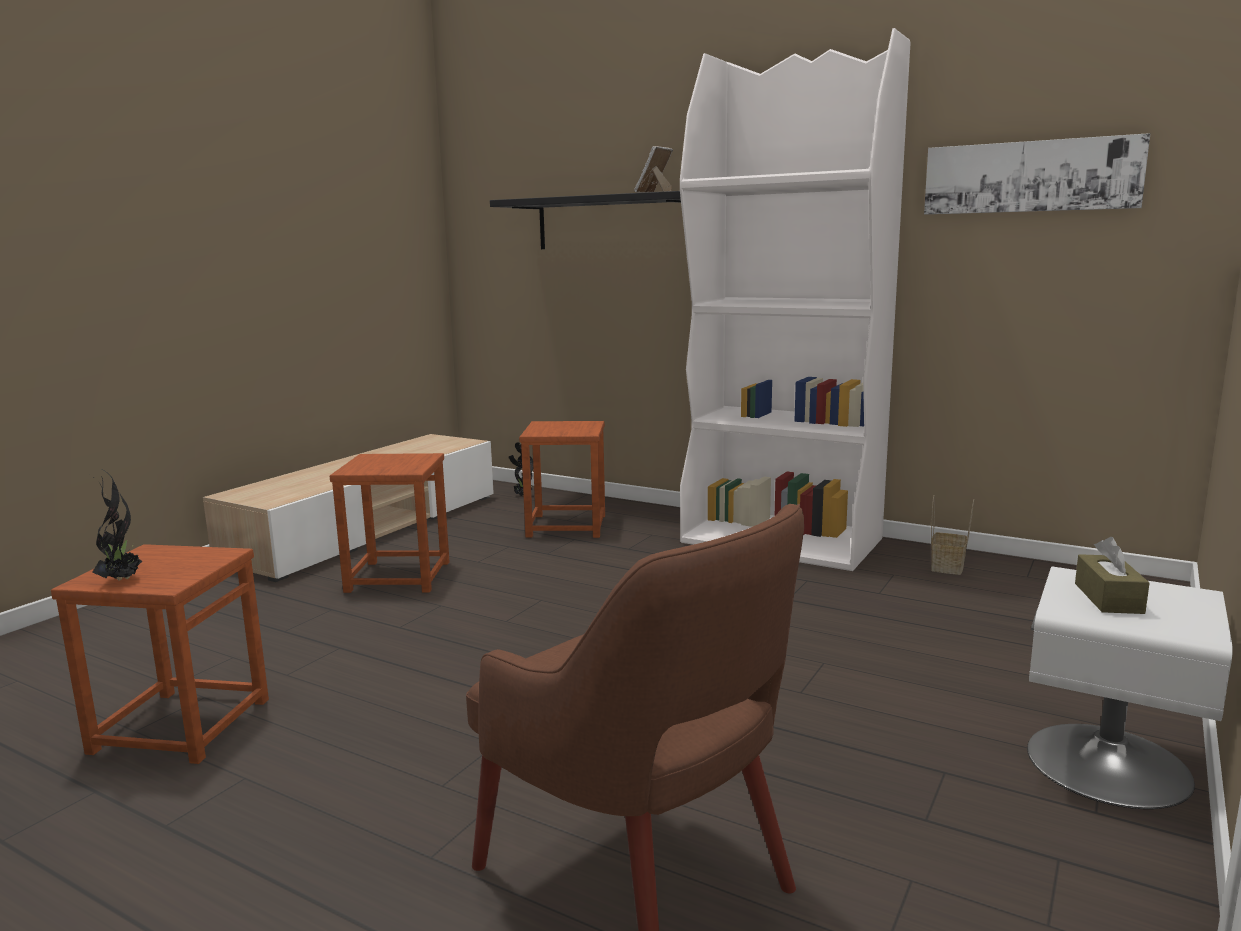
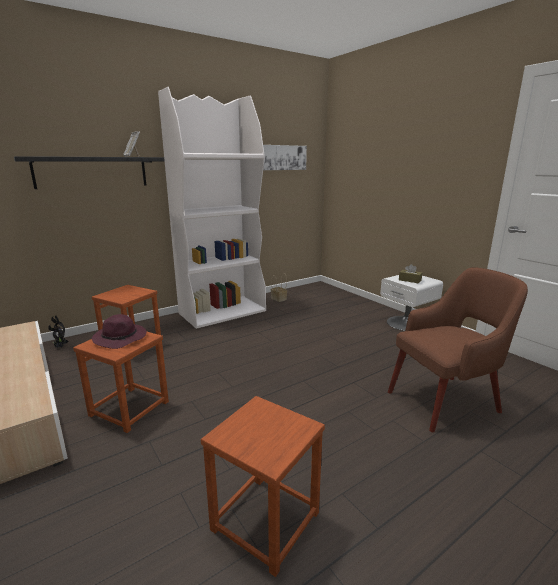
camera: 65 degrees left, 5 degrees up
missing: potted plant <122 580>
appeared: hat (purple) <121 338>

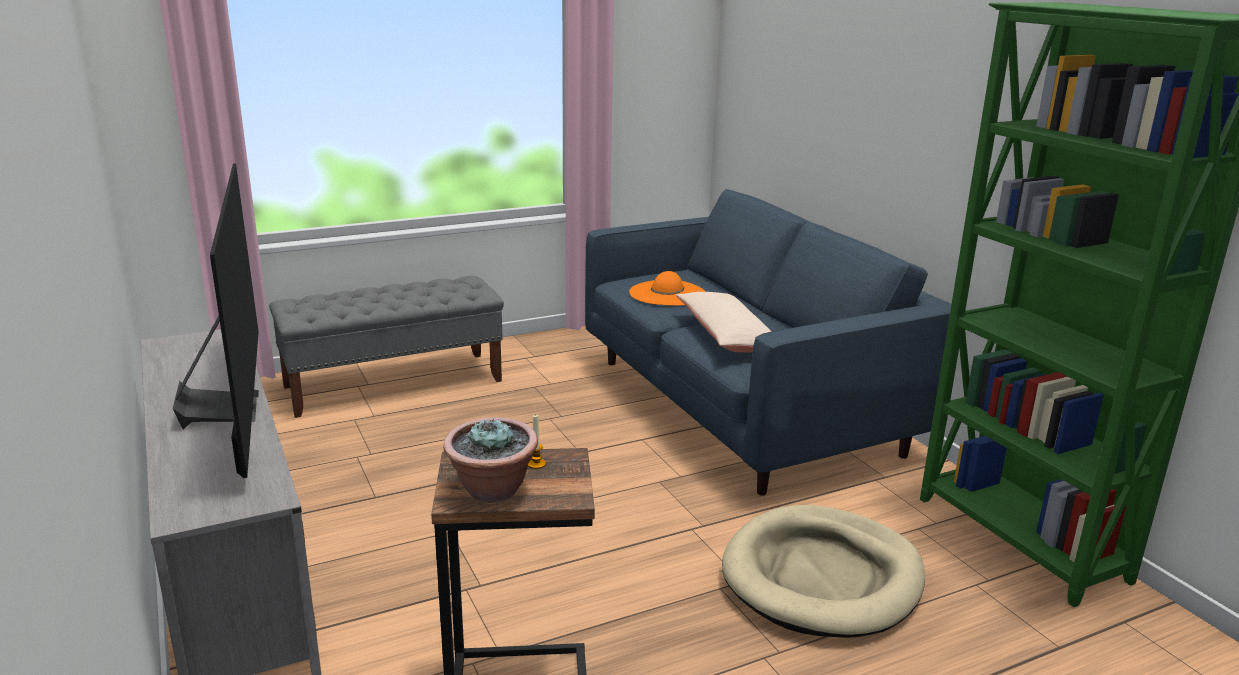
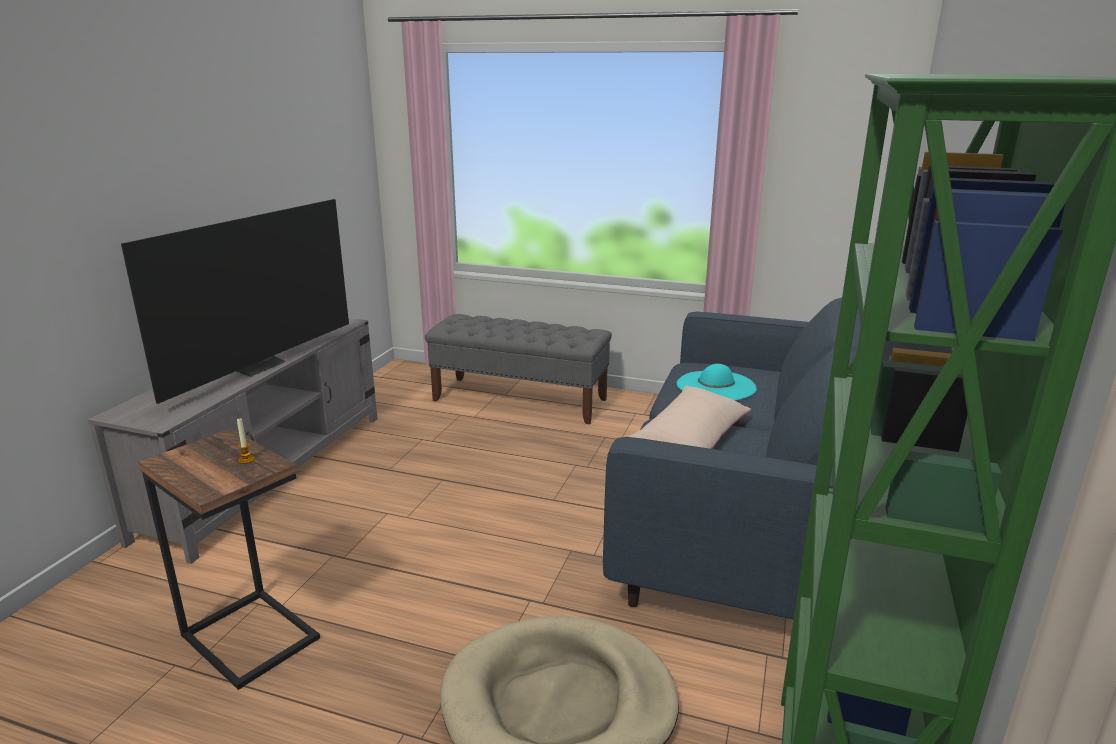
camera: 45 degrees right, 0 degrees up
missing: potted plant <492 490>
colour: hat (orange) <667 293> to hat (turquoise) <716 386>

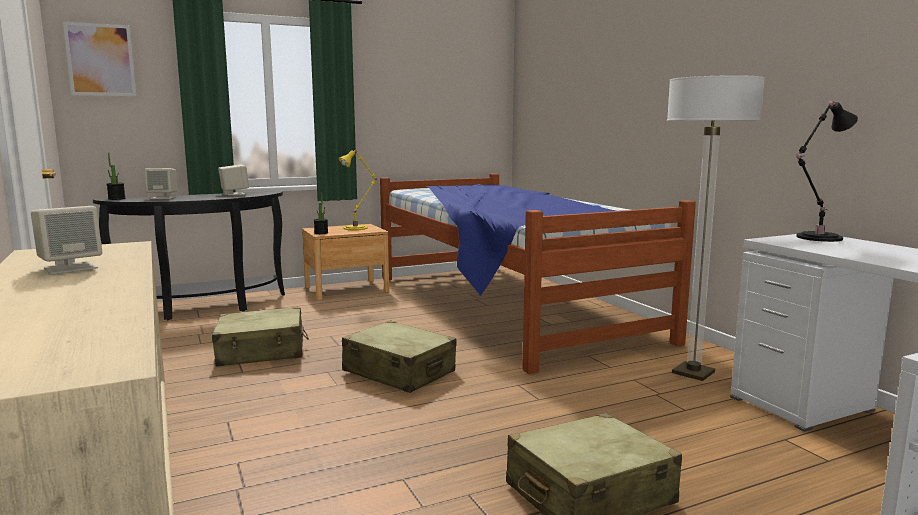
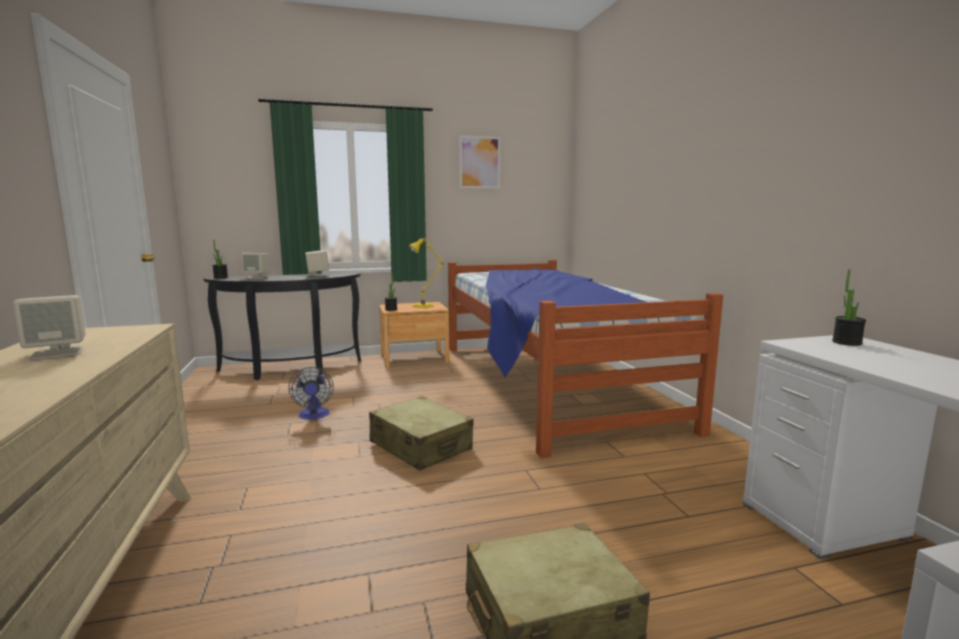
camera: 10 degrees right, 0 degrees up
missing: floor lamp <693 373>
relocated: picture <100 60> to <479 162>
exchanged: table lamp (black) <816 238> to potted plant <847 342>; suitcase (beige) <262 351> to fan <314 416>

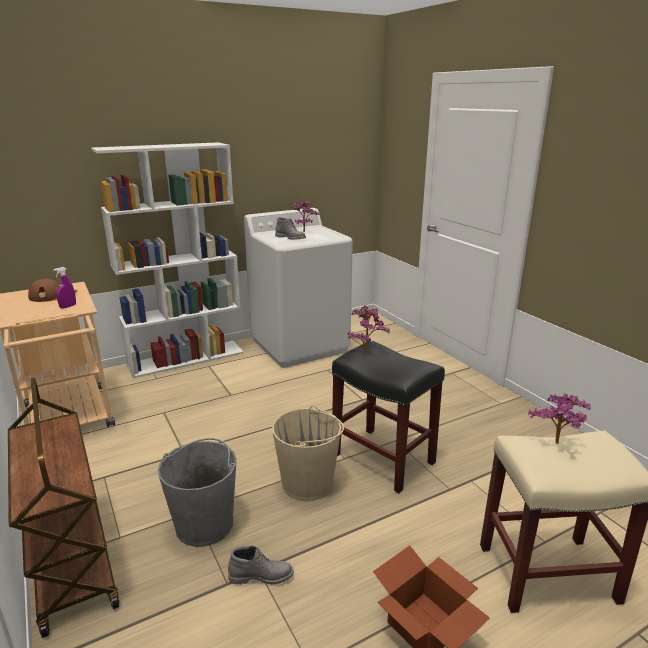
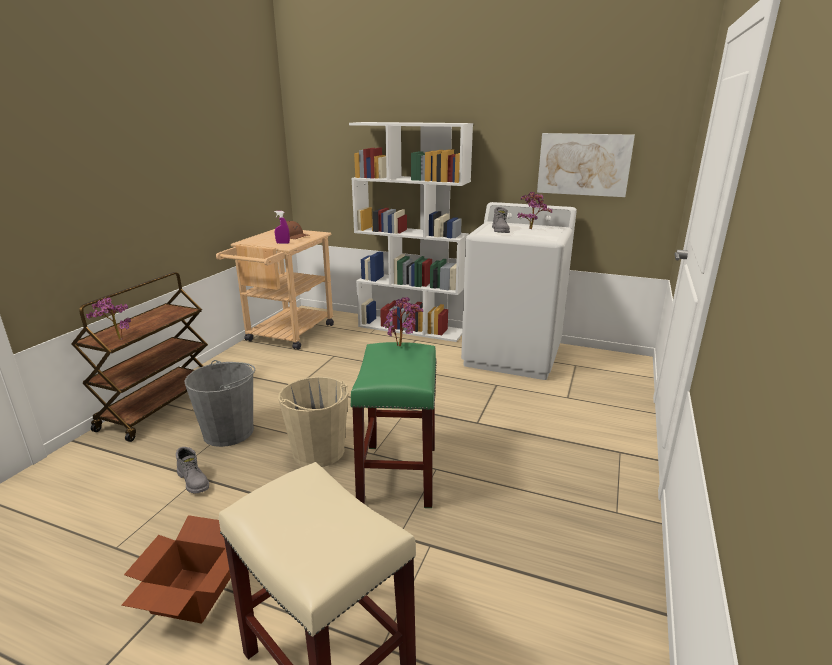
camera: 50 degrees right, 0 degrees up
appeared: picture <583 164>
relocated: potted plant <557 445> to <116 339>
colour: stool (black) <384 459> to stool (green) <399 475>

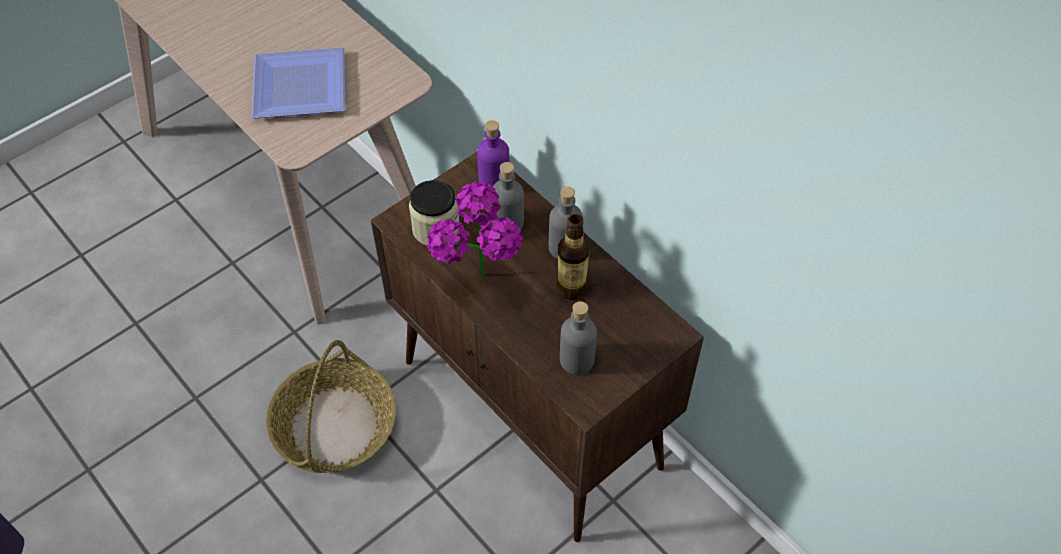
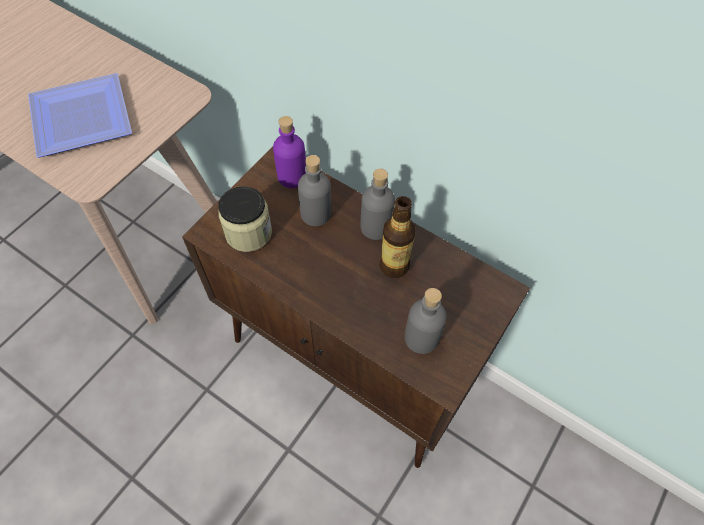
camera: 15 degrees left, 5 degrees up
missing: potted plant <481 289>; basket <335 426>

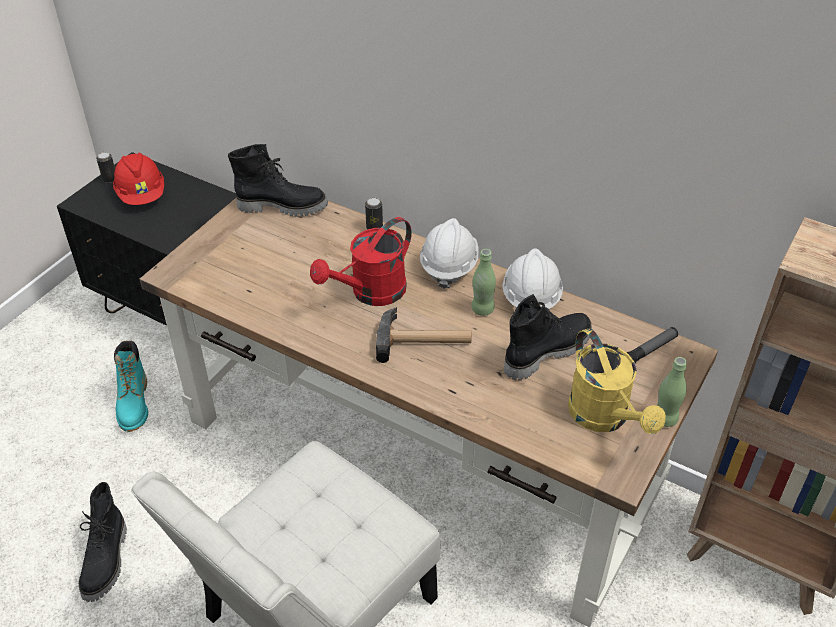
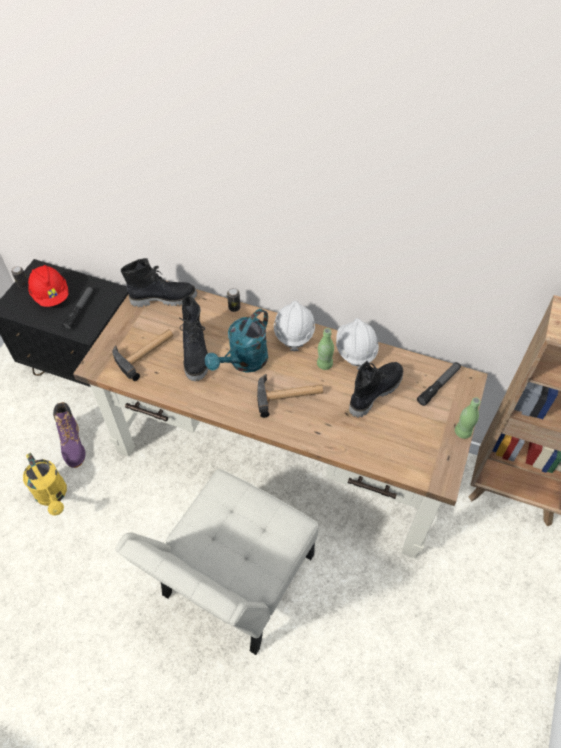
camera: 10 degrees left, 10 degrees up
appeared: flashlight <80 310>; hammer <146 352>
relocated: watering can (yellow) <605 418> to <53 495>; boot (black) <107 561> to <196 355>
colour: watering can (red) <371 293> to watering can (turquoise) <244 362>; boot (turquoise) <134 404> to boot (purple) <73 445>

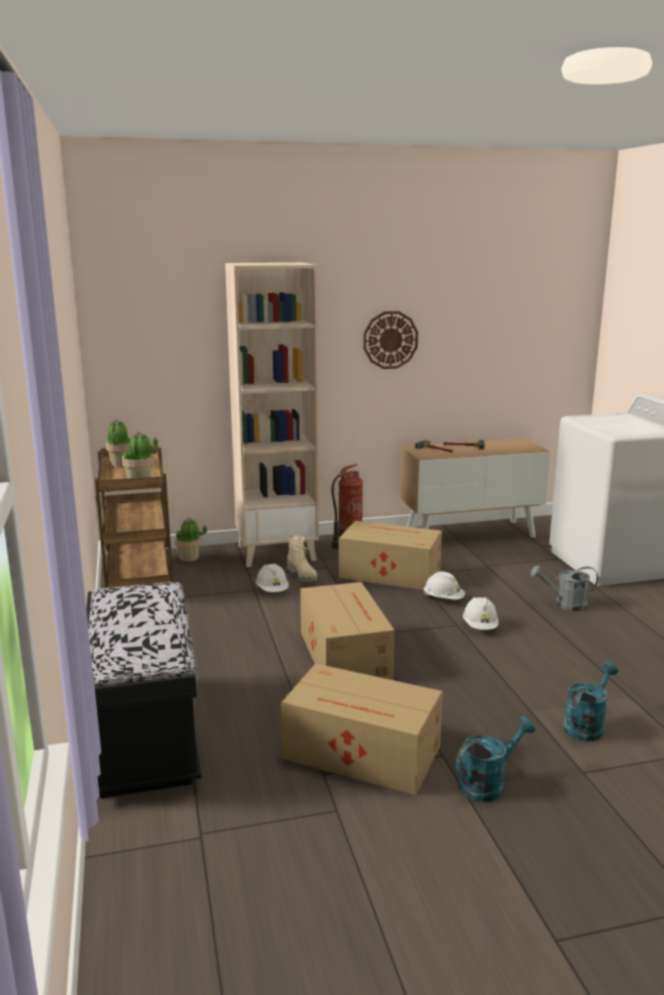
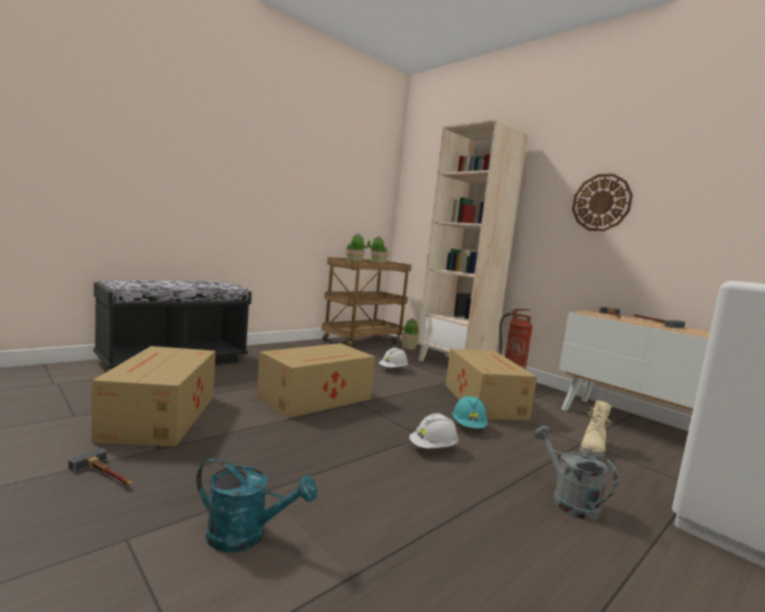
camera: 60 degrees right, 10 degrees down
relocated: boot (beige) <302 575> to <593 450>
exchanged: watering can (turquoise) <488 783> to hammer <107 475>
colour: hard hat (white) <443 599> to hard hat (turquoise) <468 426>

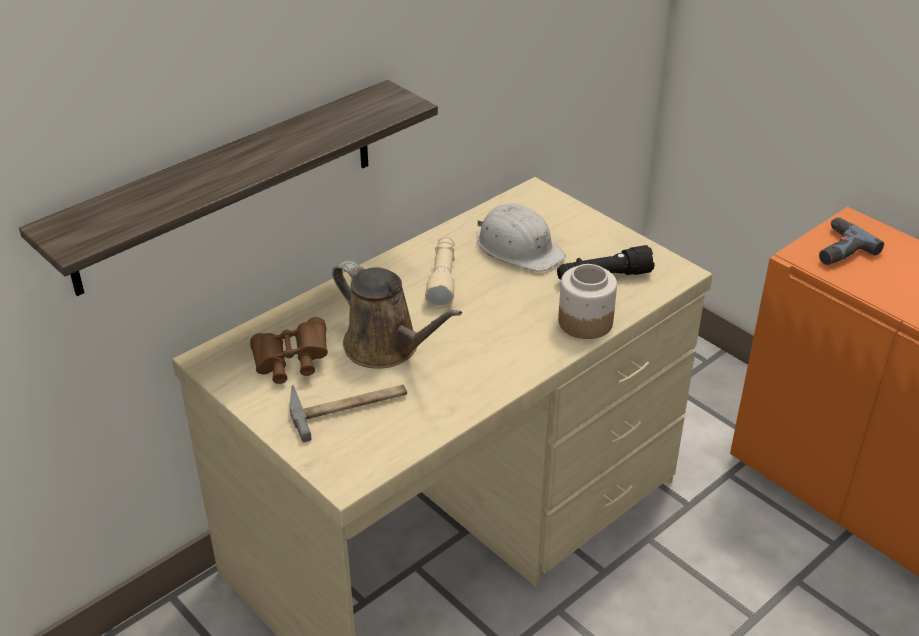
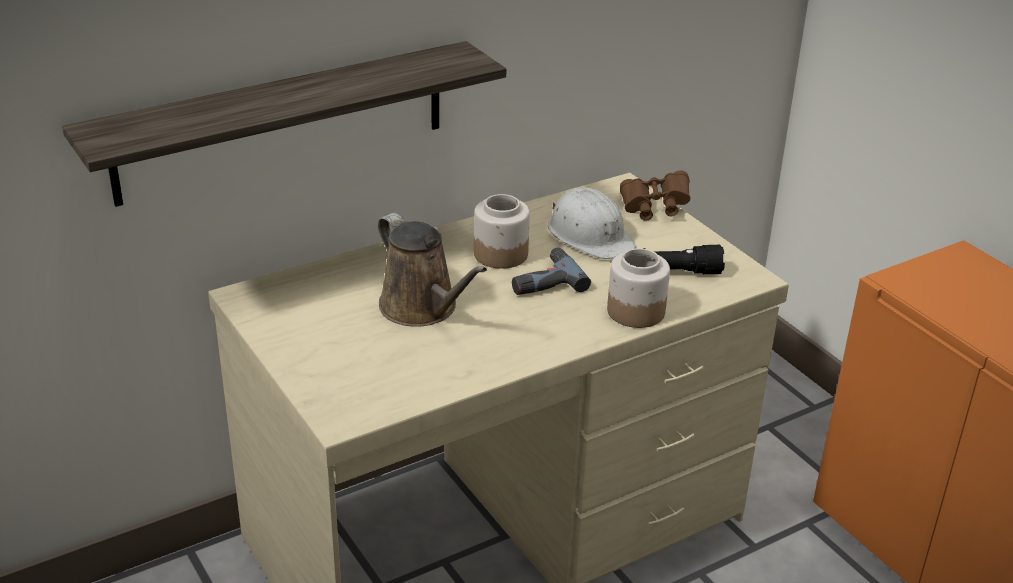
camera: 10 degrees right, 5 degrees down
missing: hammer <348 405>
relocated: power drill <837 248> to <543 280>; binoculars (brown) <291 363> to <654 208>
exchanged: flashlight (beige) <443 279> to jar <501 254>

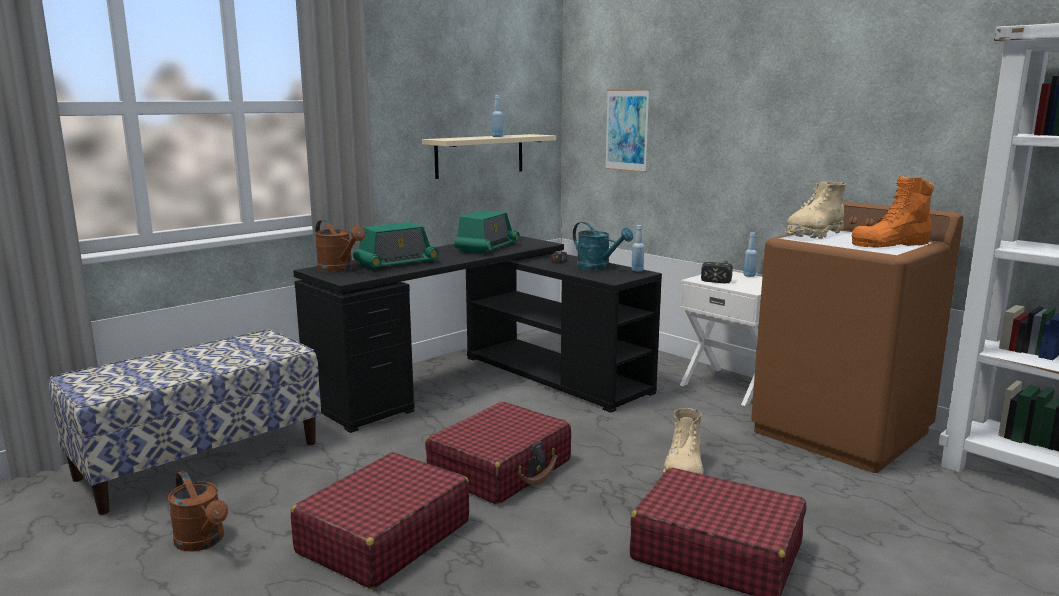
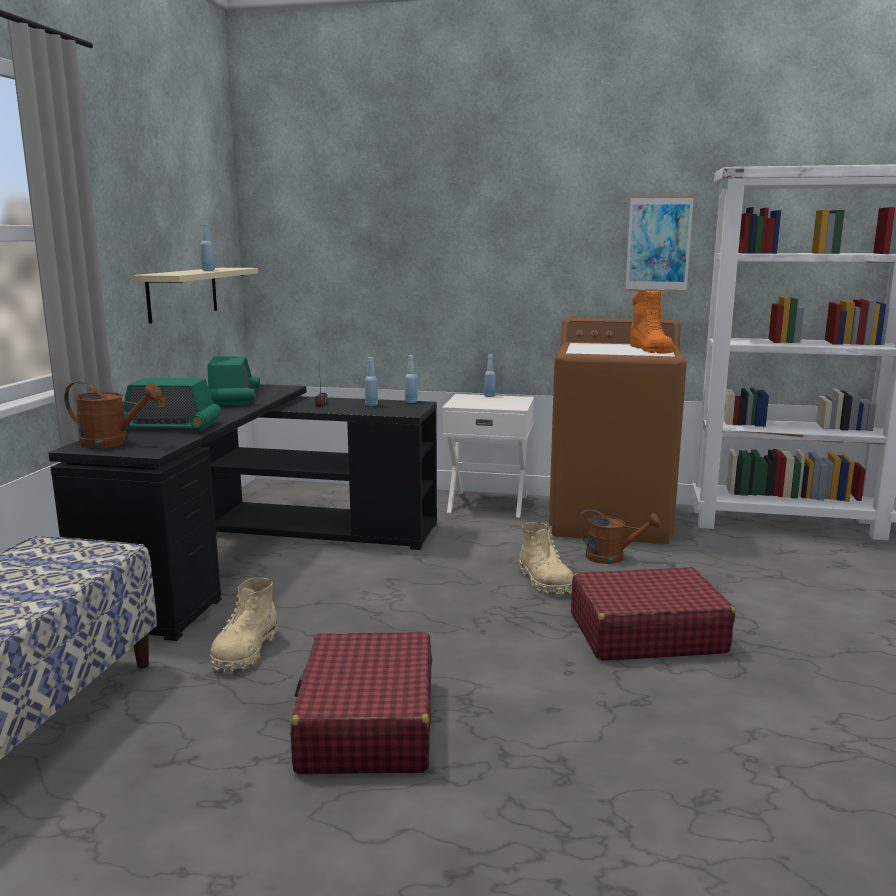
camera: 35 degrees left, 0 degrees up
missing: hammer <720 276>; suitcase (red) <501 469>
relocated: picture <627 130> to <658 244>; boot (beige) <813 234> to <245 652>; watering can (brown) <203 542> to <612 557>
exchanged: watering can (turquoise) <598 268> to bottle (blue) <371 405>
spun: boot (orange) <890 244> = <650 349> 45 degrees counterclockwise; radio <396 263> = <169 426> 75 degrees clockwise

